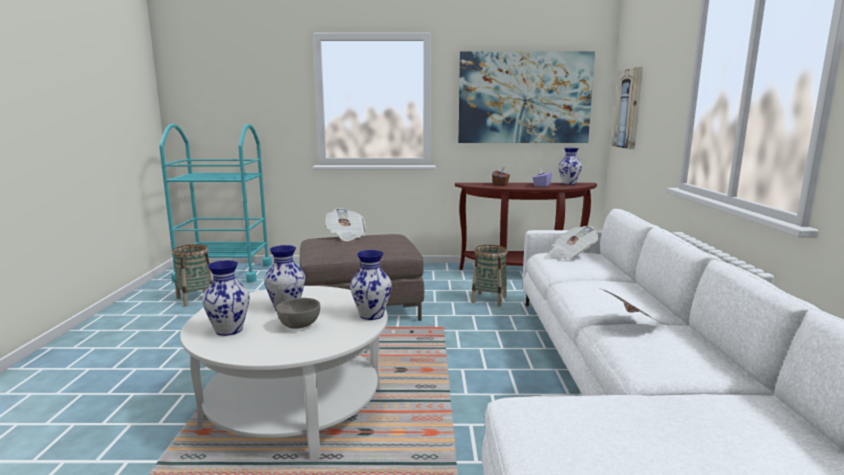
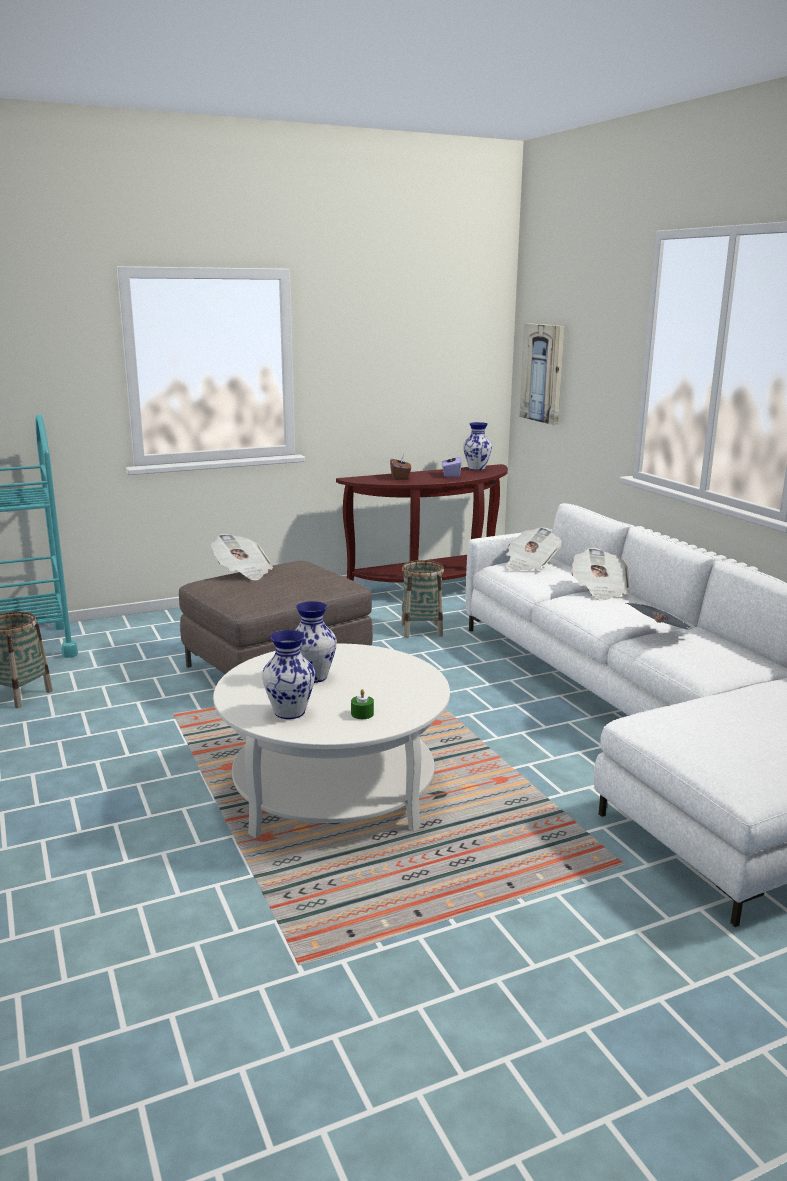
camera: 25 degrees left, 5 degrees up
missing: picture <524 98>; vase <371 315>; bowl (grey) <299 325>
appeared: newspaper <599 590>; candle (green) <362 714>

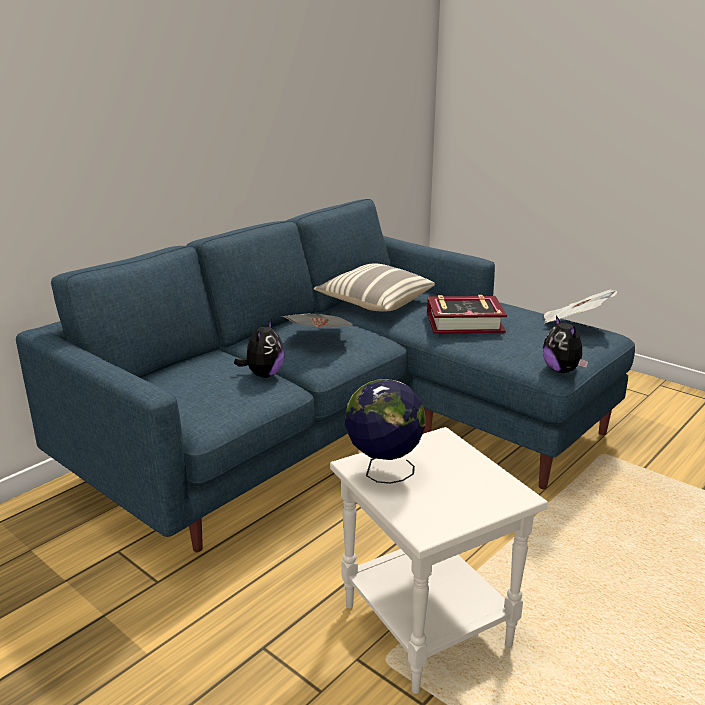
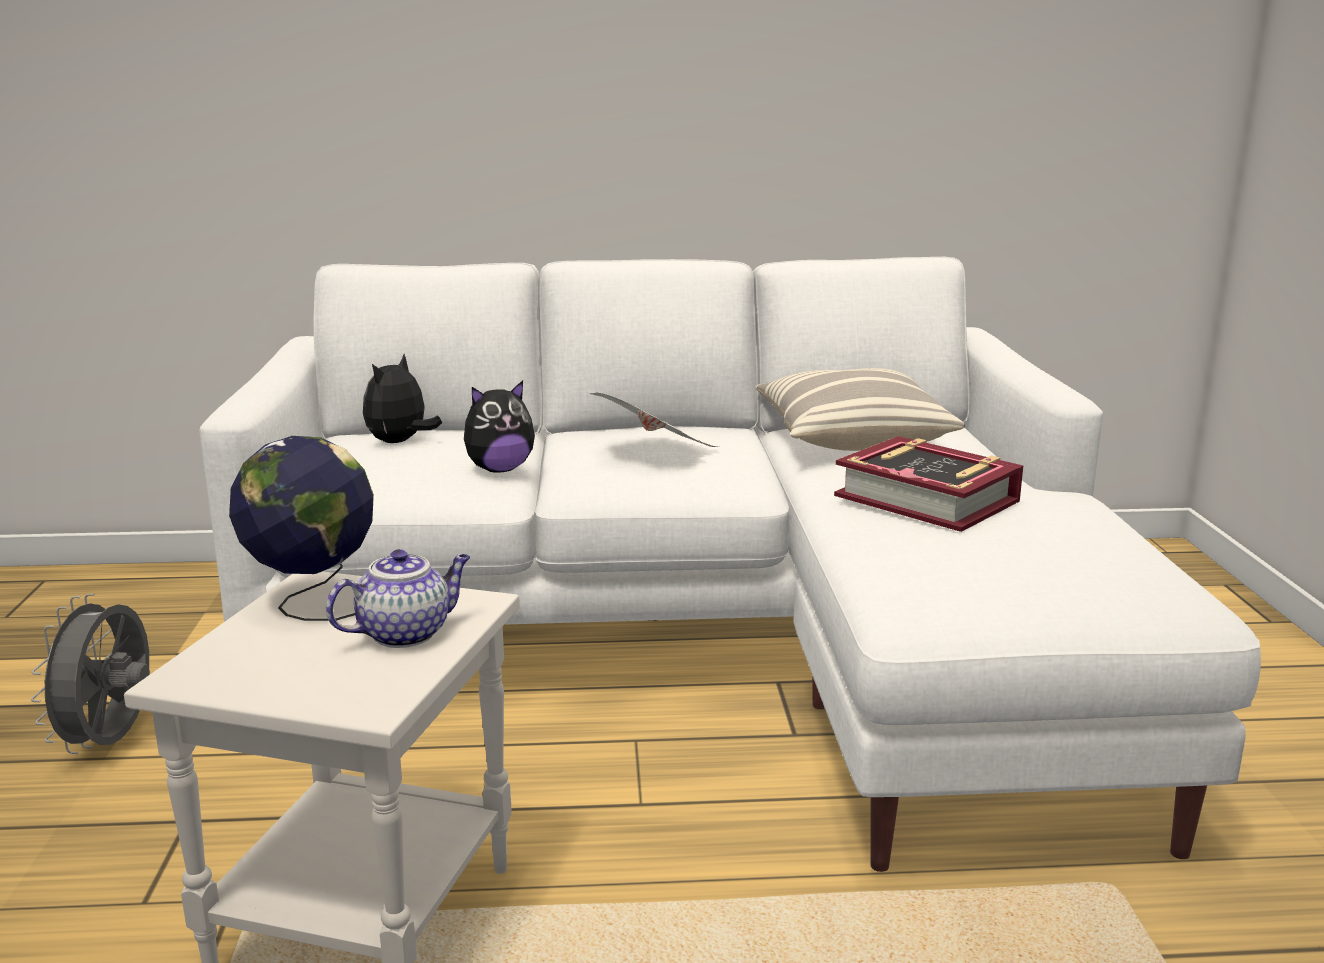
camera: 45 degrees right, 5 degrees down
missing: newspaper <574 324>
appeared: teapot <406 633>; fan (grey) <112 742>
relocated: plush toy <562 370> to <400 442>
colour: sofa (blue) <342 434> to sofa (white) <712 647>

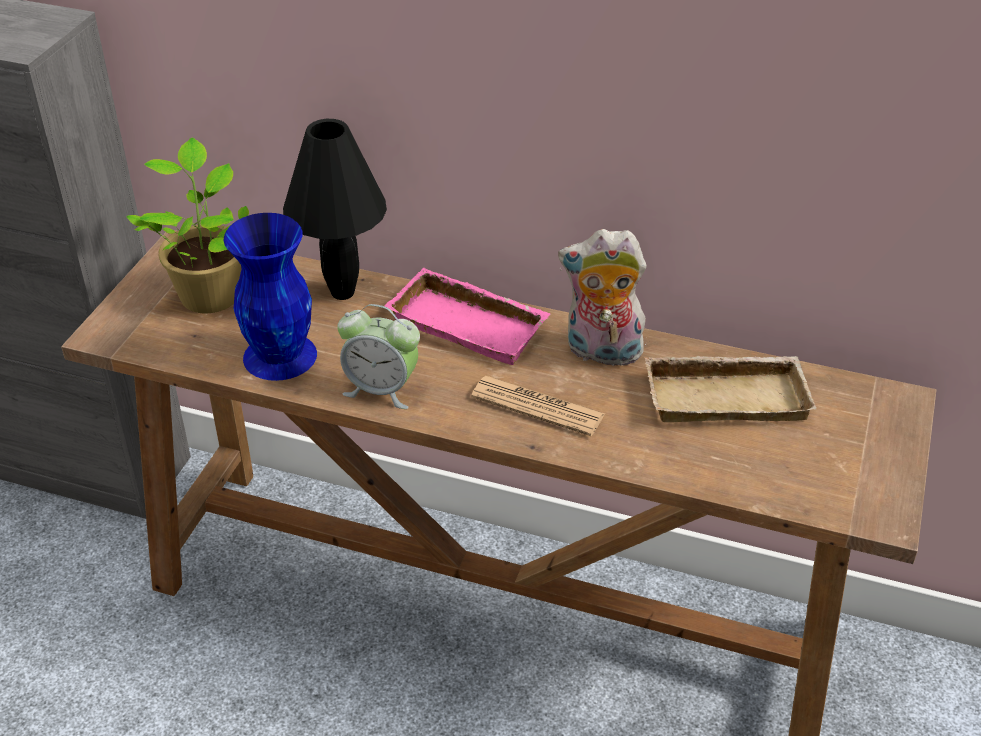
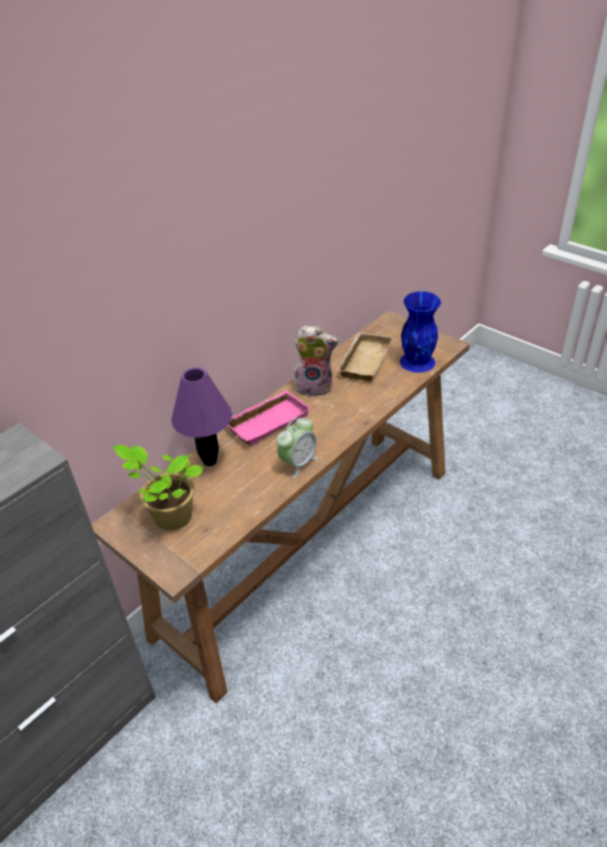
camera: 65 degrees left, 0 degrees up
missing: newspaper <537 406>
relocated: vase (blue) <281 355> to <417 361>
colour: table lamp (black) <341 292> to table lamp (purple) <209 461>
spun: plush toy <601 353> = <315 386> 120 degrees counterclockwise

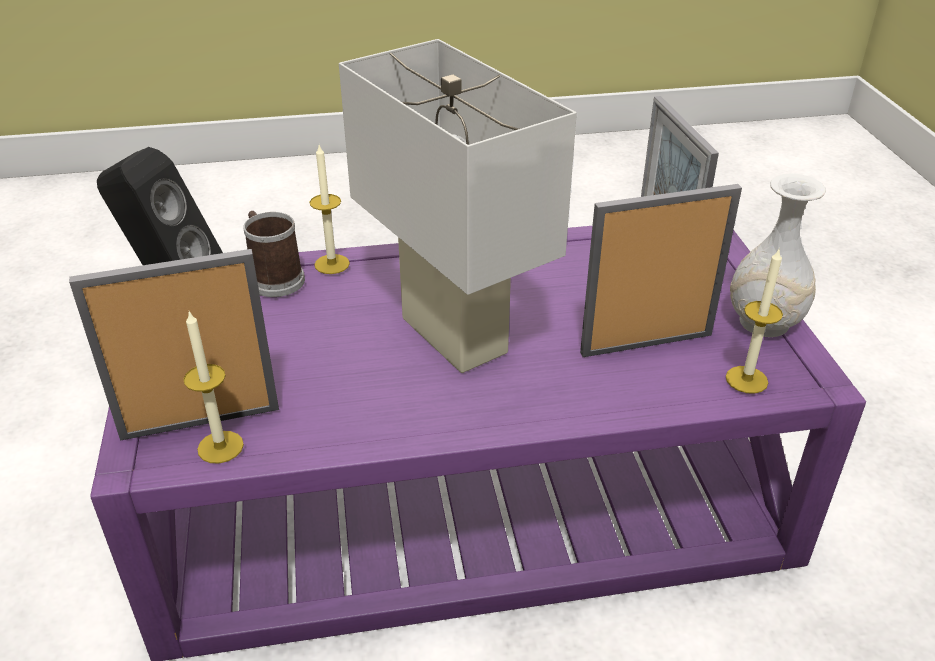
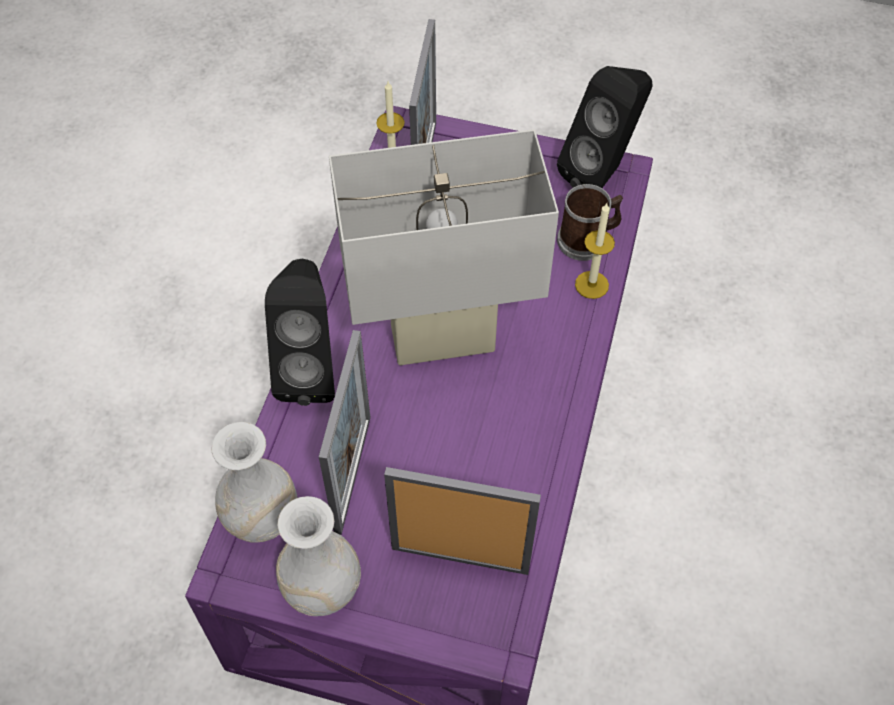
camera: 115 degrees right, 20 degrees up
appeared: speaker (black) <310 369>
exchanged: candle <746 379> to vase (white) <262 518>

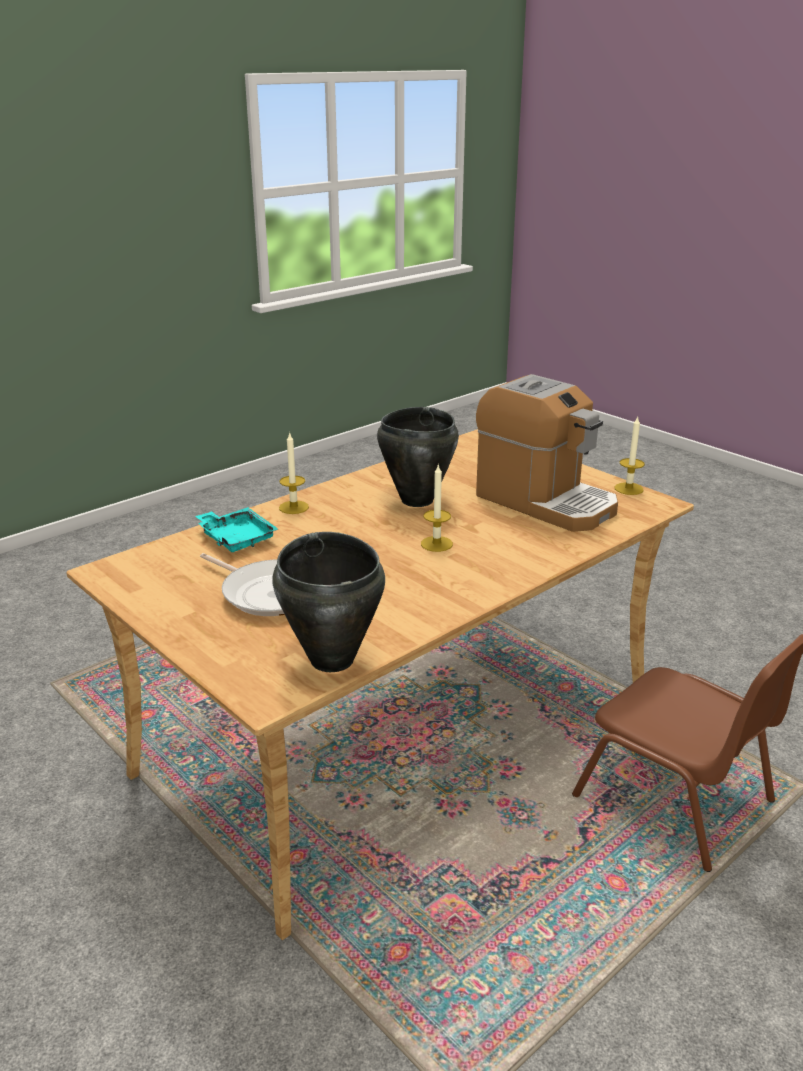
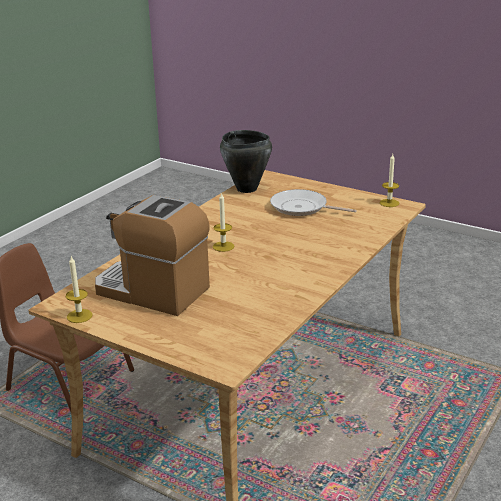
camera: 165 degrees right, 0 degrees up
missing: cooking pot (black) <416 500>; tray (turquoise) <236 538>
relocated: candle <293 507> to <389 203>

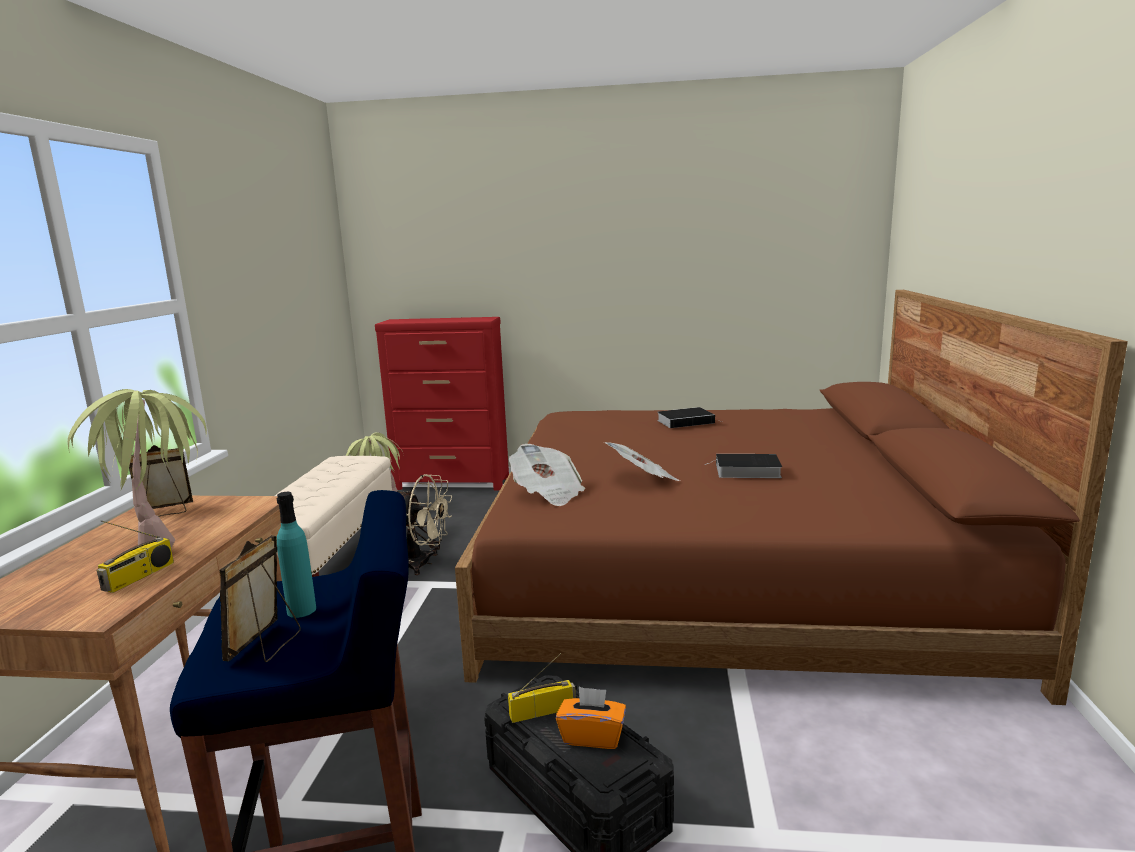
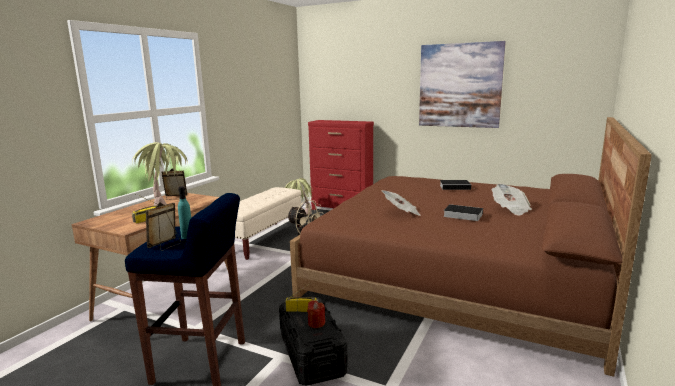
camera: 20 degrees right, 0 degrees up
appeared: picture <459 85>
relocated: newspaper <547 493> to <510 209>
exchanged: tissue box (orange) <592 736> to candle (red) <316 323>

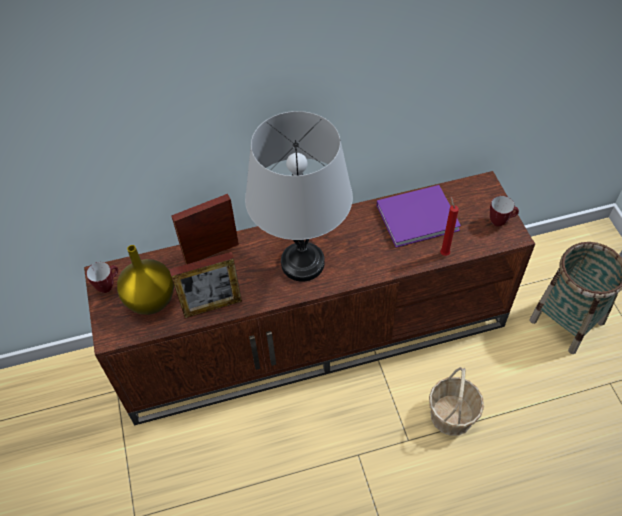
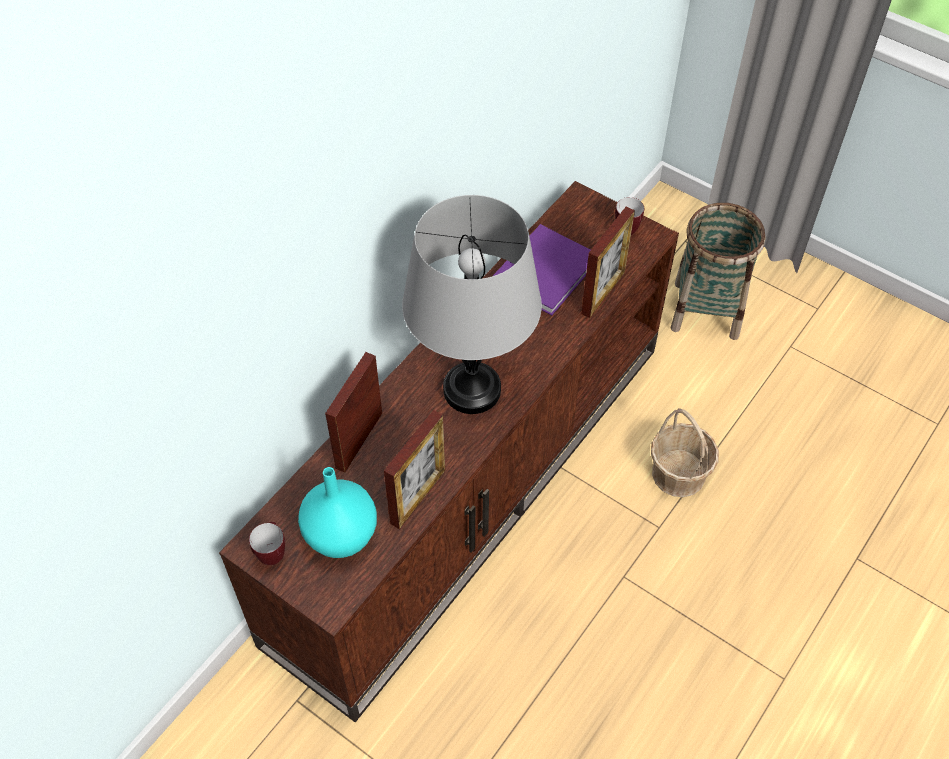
camera: 40 degrees left, 0 degrees up
exchanged: candle (red) <443 252> to picture frame <603 292>
colour: vase (yellow) <150 301> to vase (turquoise) <341 537>

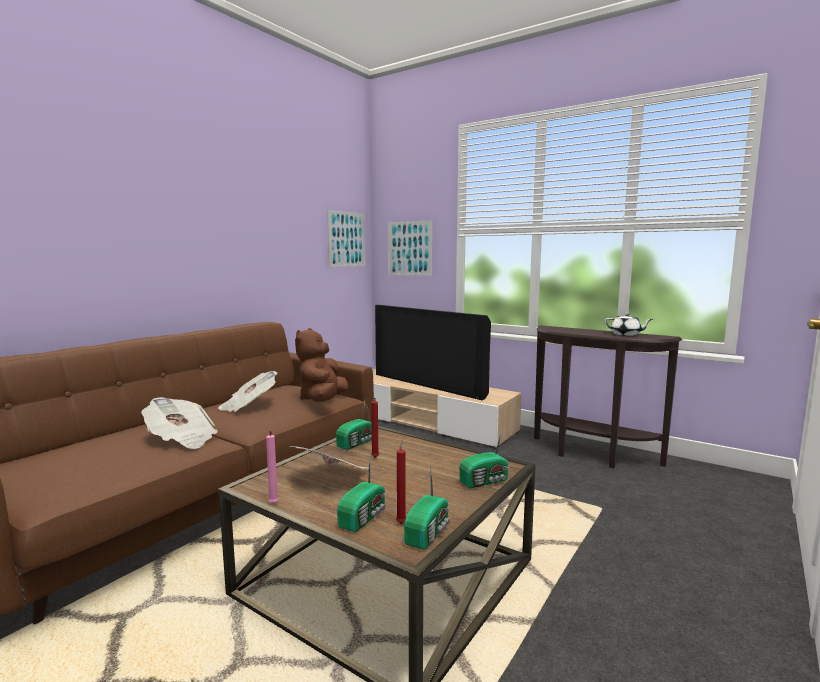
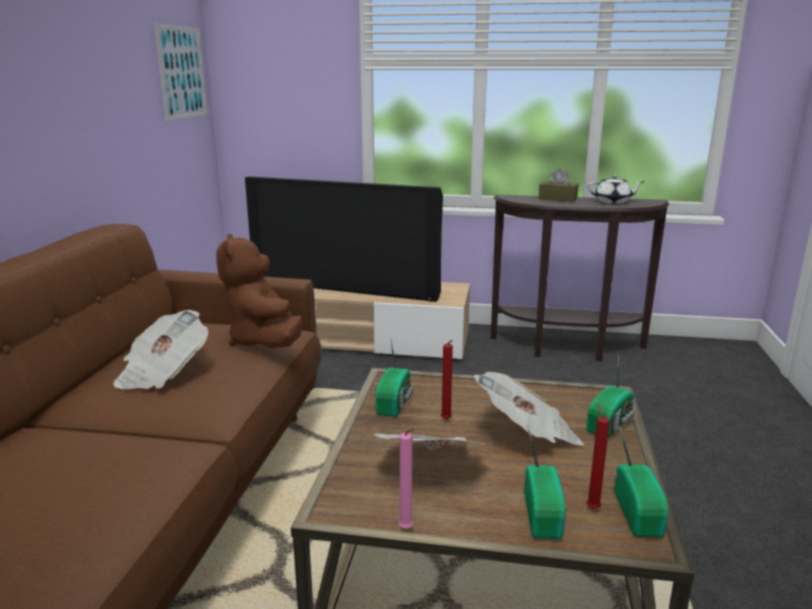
camera: 25 degrees left, 10 degrees up
missing: picture <409 248>
appeared: tissue box (brown) <557 199>
relocated: newspaper <182 439> to <527 434>

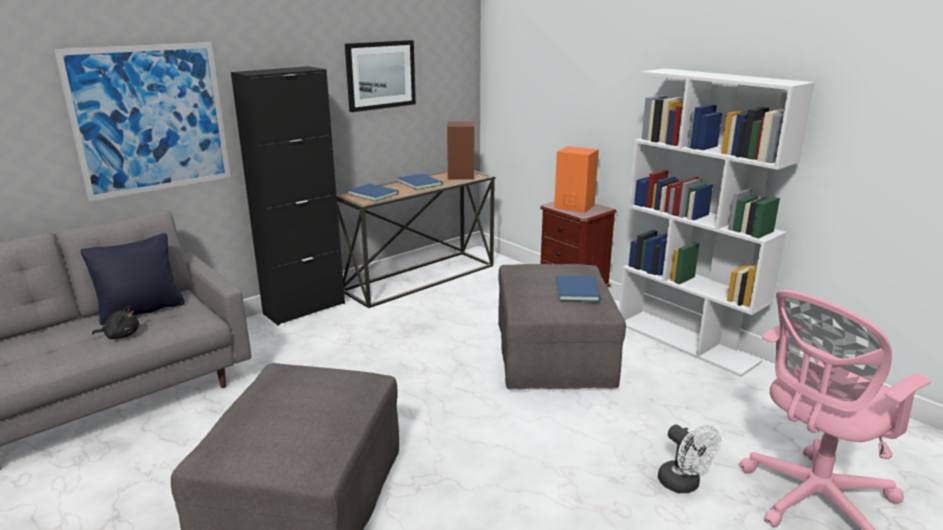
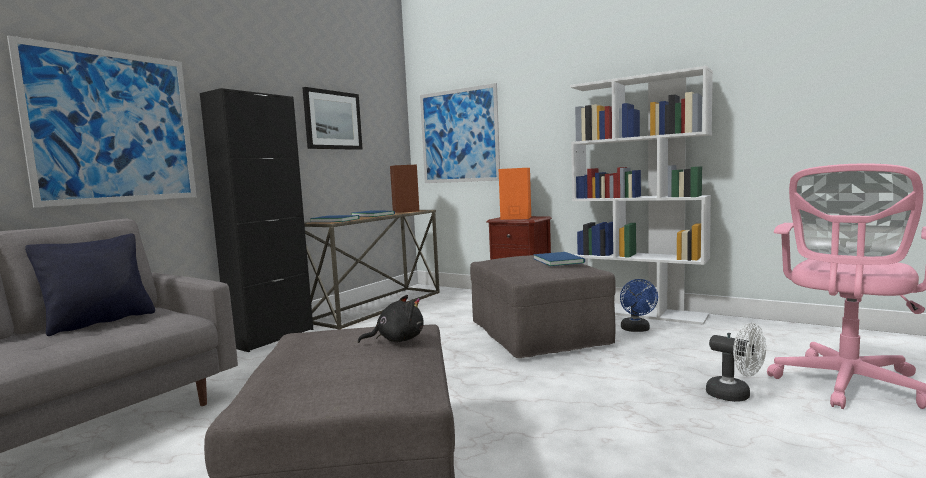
camera: 15 degrees left, 15 degrees down
appeared: picture <459 136>; fan (blue) <636 330>
relocated: plush toy (black) <121 335> to <397 340>

